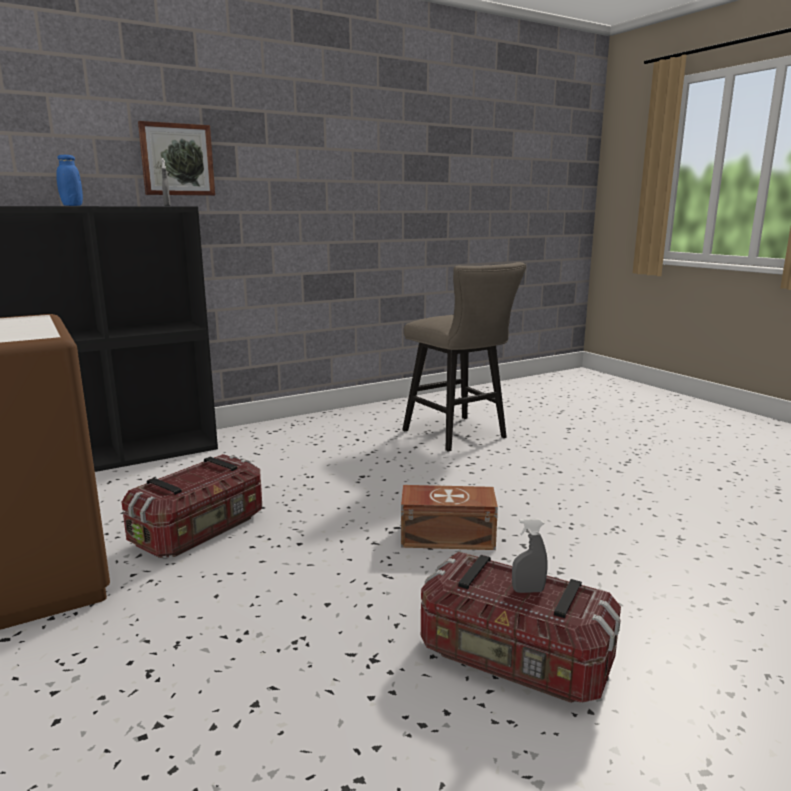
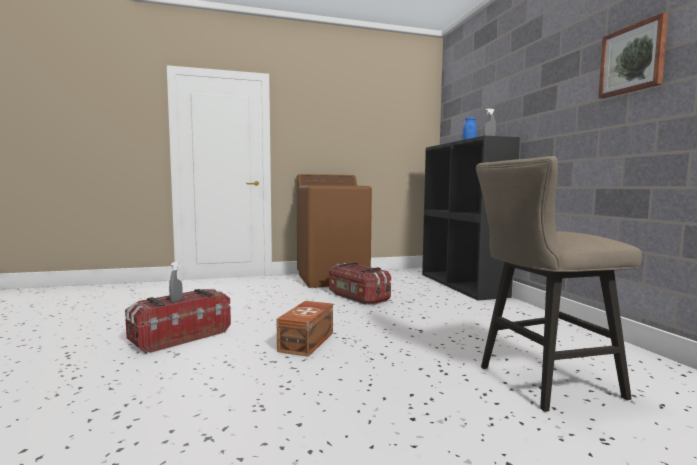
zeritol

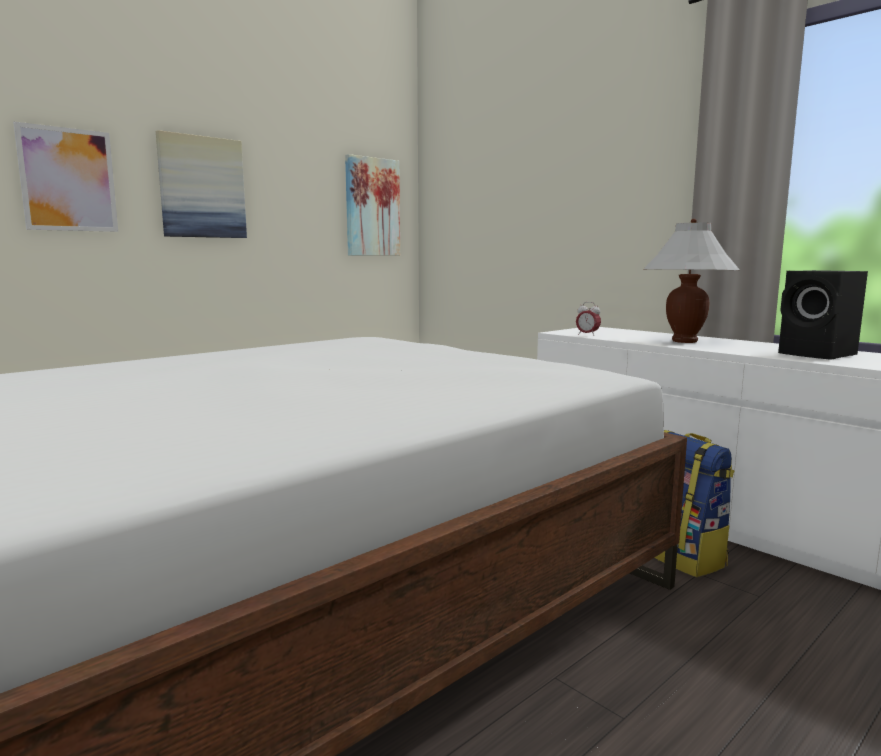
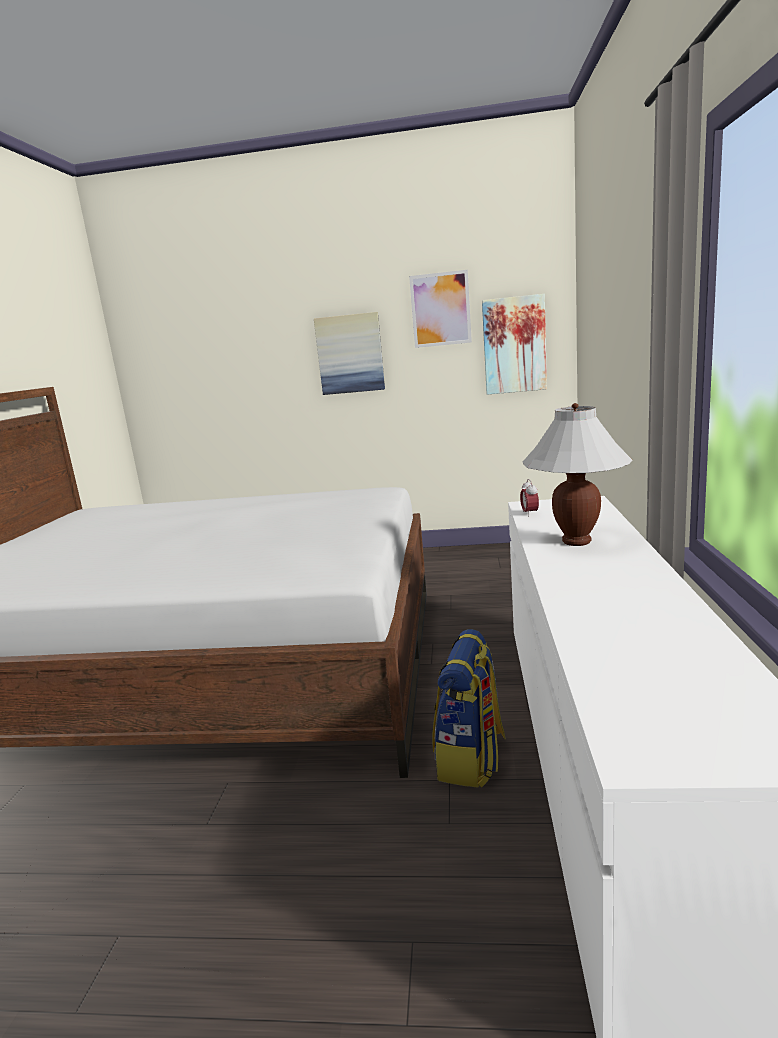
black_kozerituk; zeritol (no. 2 from left)

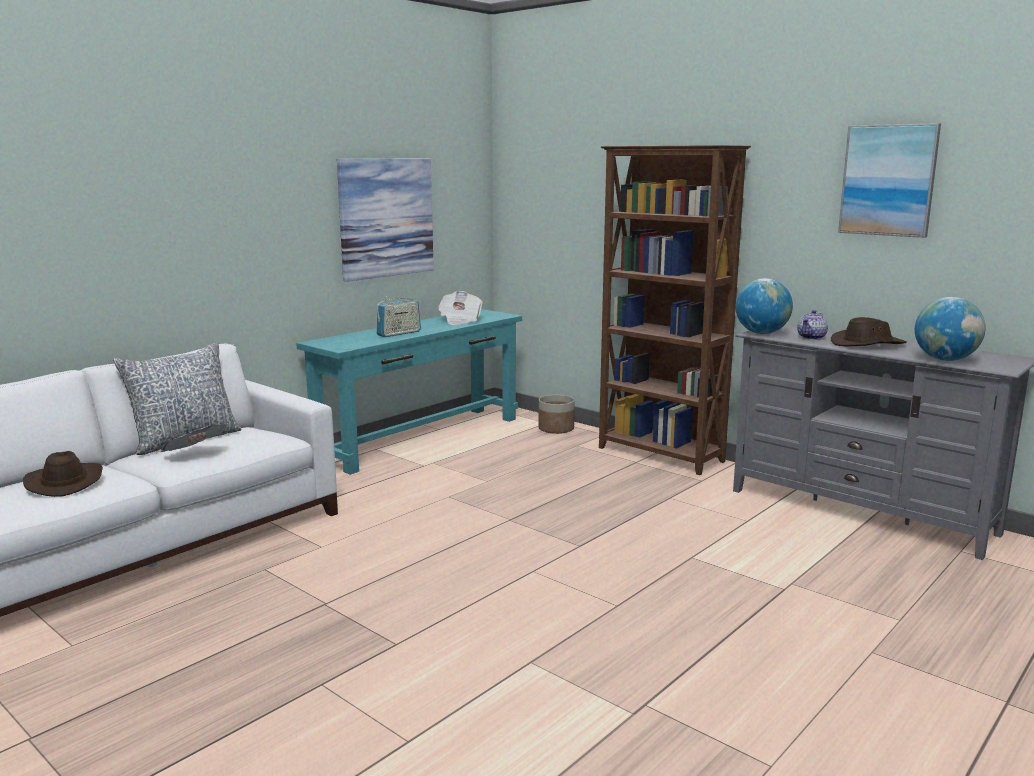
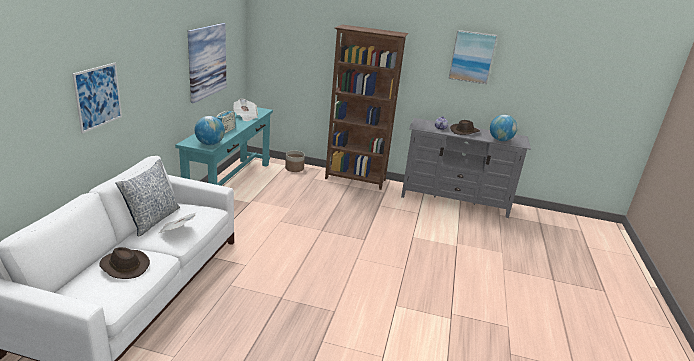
zeritol (no. 1 from left); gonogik (no. 1 from left)

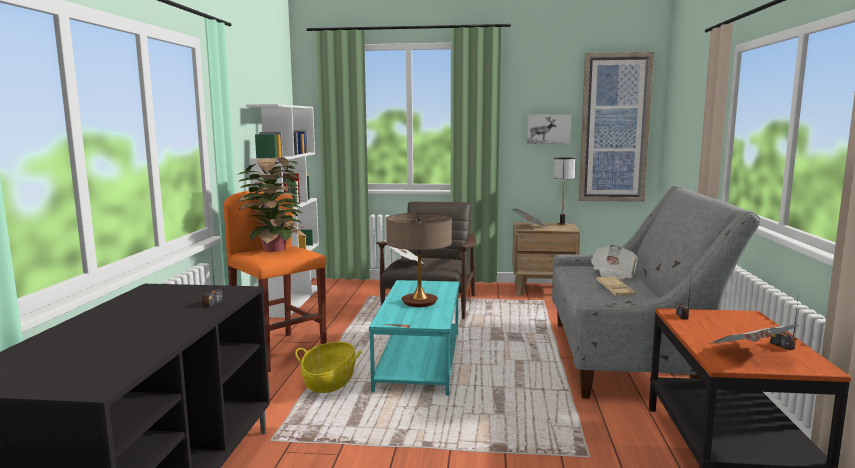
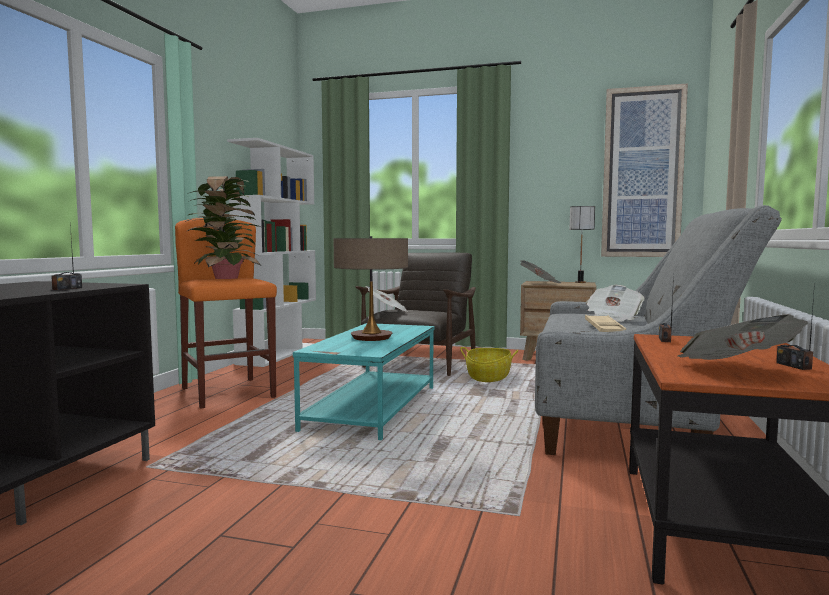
zeritol (no. 1 from left in the first image); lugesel

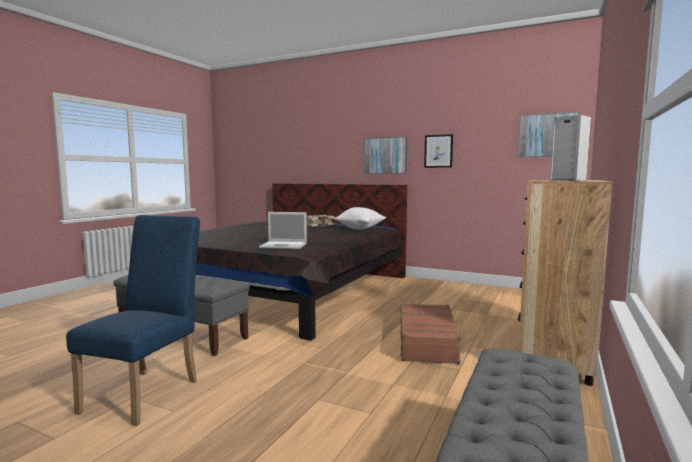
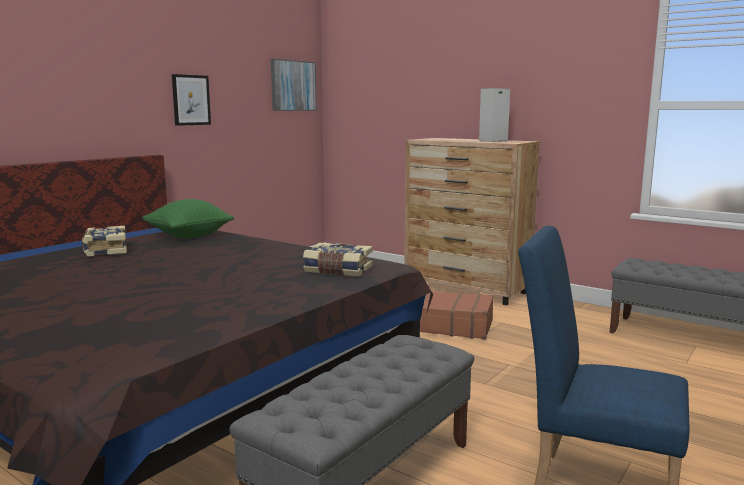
zeritol (no. 1 from left in the first image); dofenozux (no. 2 from left); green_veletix

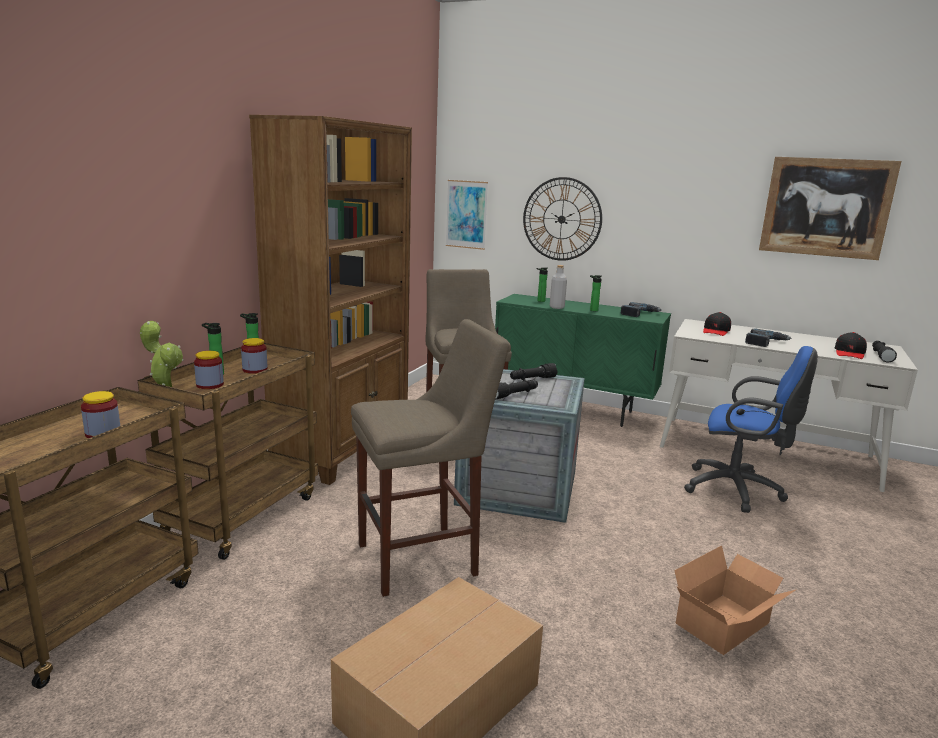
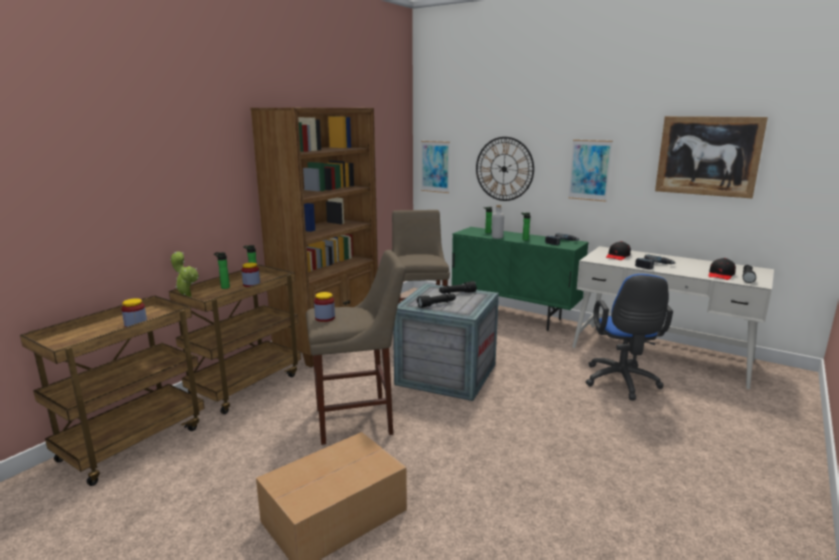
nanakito (no. 2 from left in the first image); zeritol (no. 2 from left); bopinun (no. 3 from left); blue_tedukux

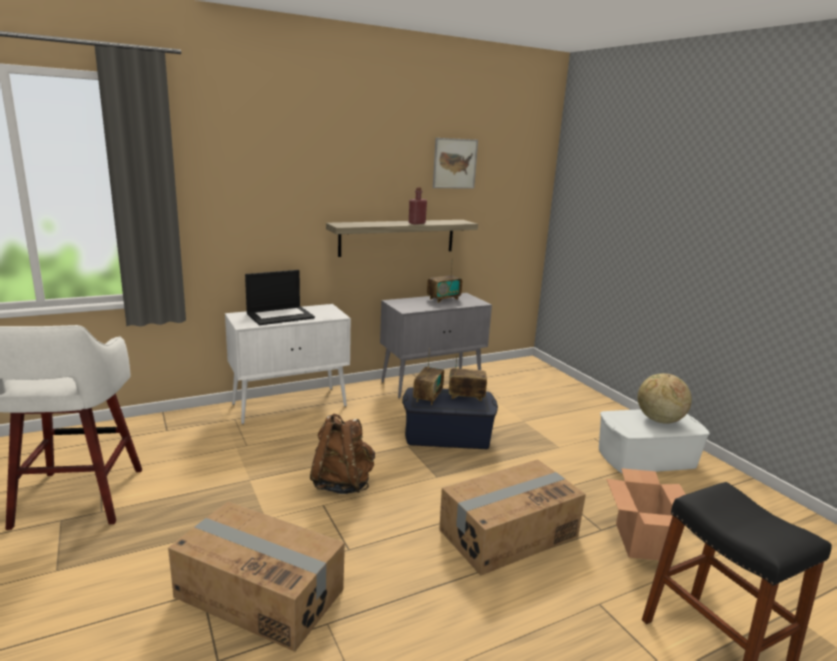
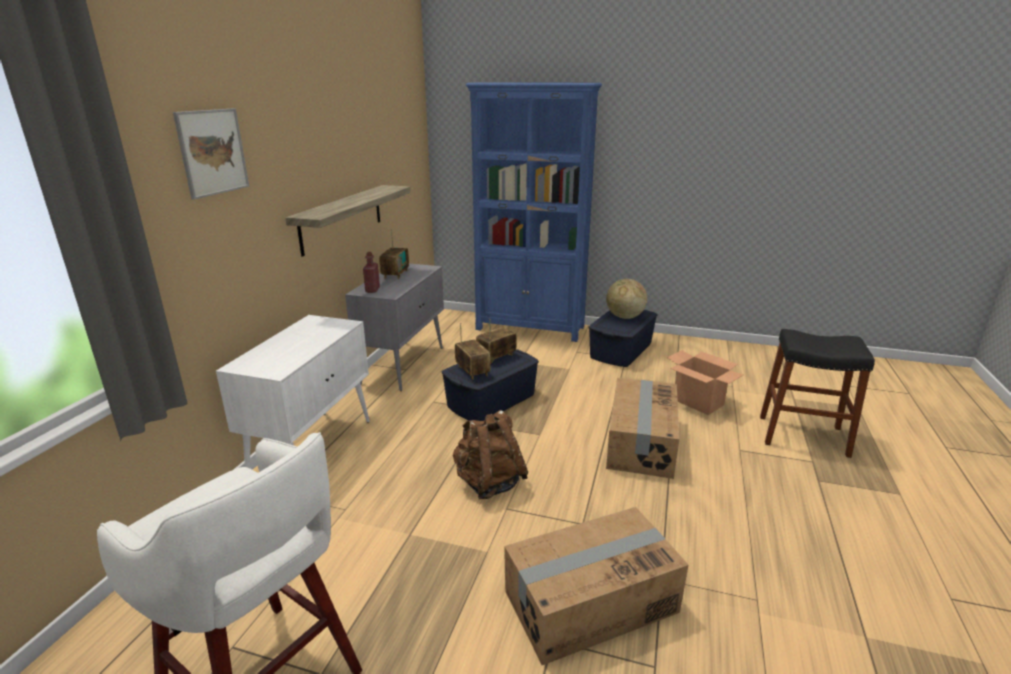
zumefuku; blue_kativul; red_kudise; zeritol; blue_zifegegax (no. 2 from left)

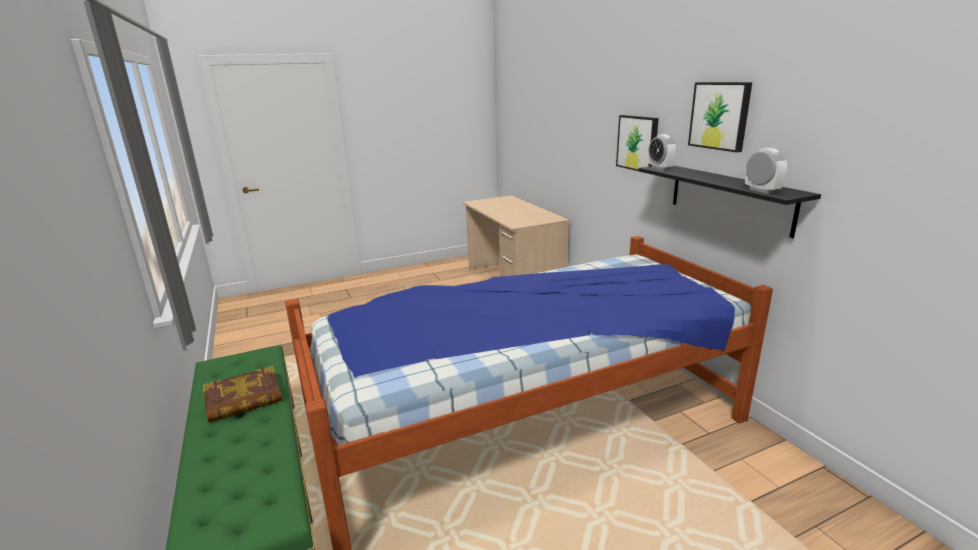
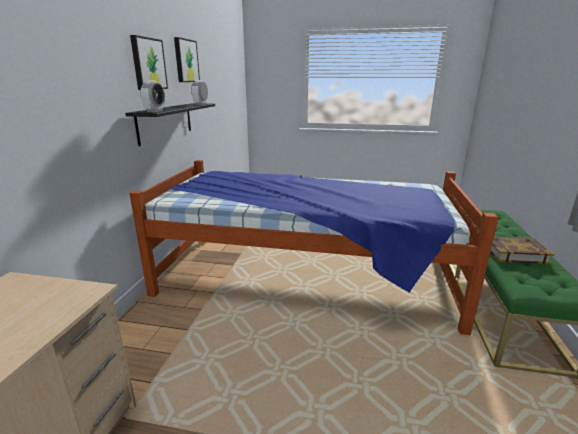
zeritol (no. 2 from left)

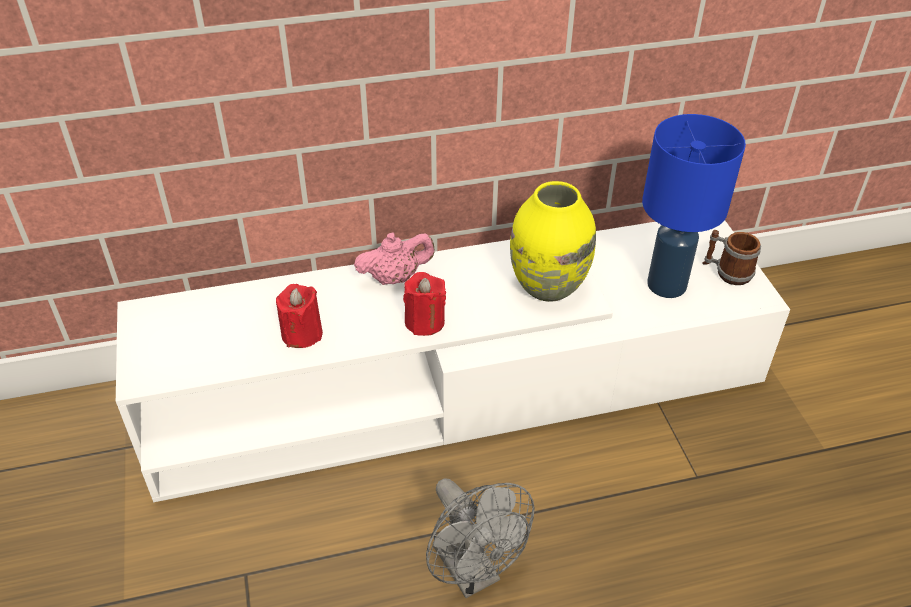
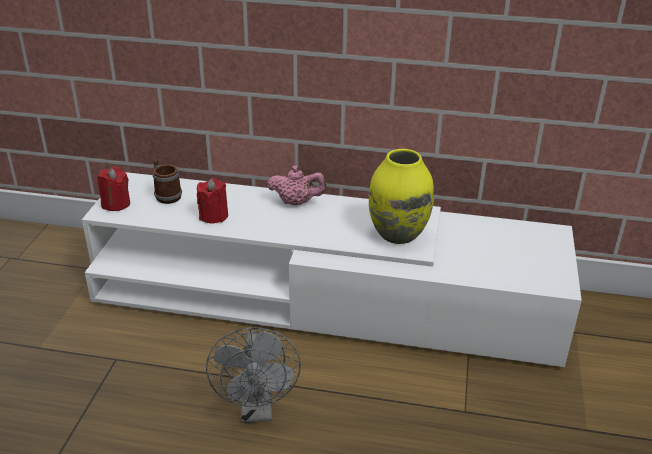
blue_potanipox; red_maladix (no. 1 from left); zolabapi

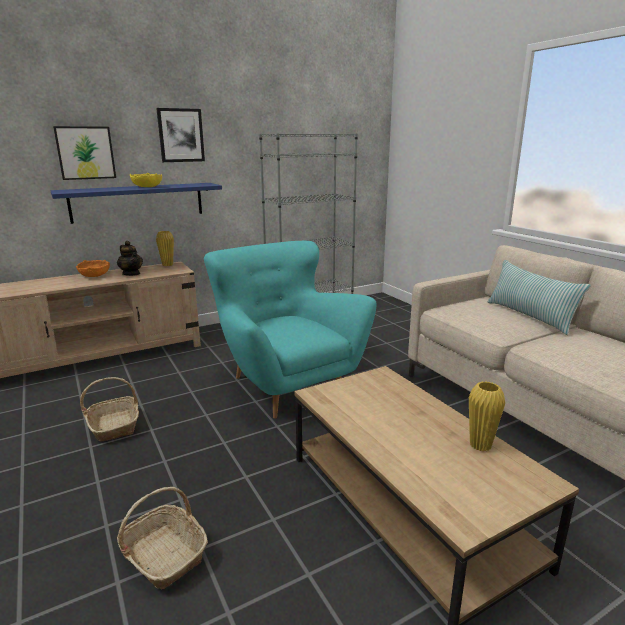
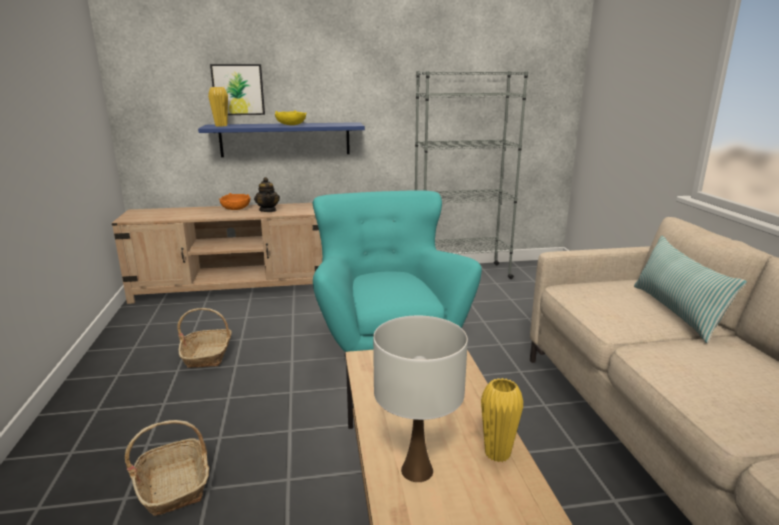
zeritol (no. 2 from left in the first image); white_potanipox; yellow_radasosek (no. 1 from left)

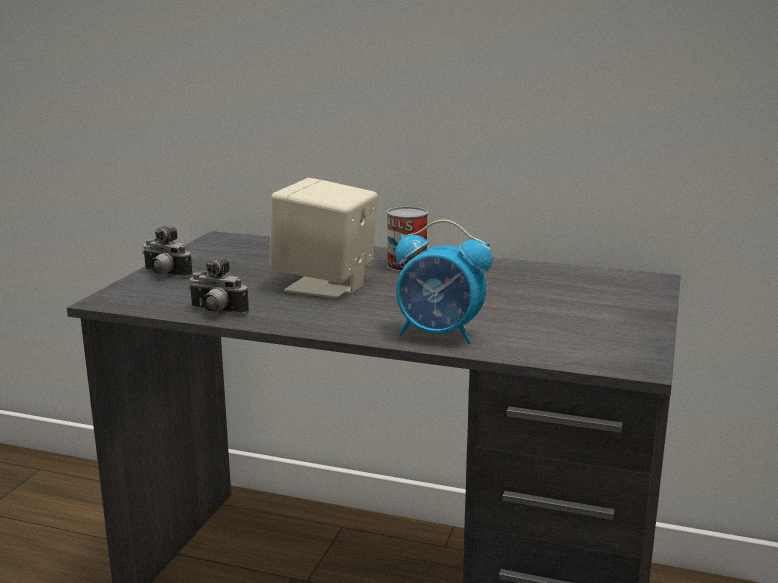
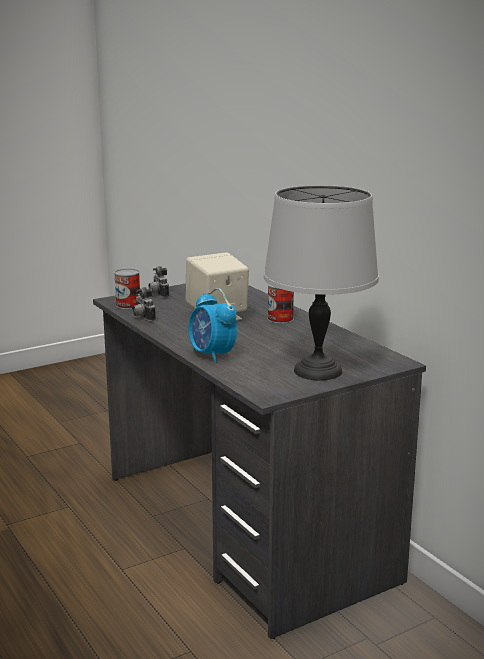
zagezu (no. 1 from left); grey_potanipox

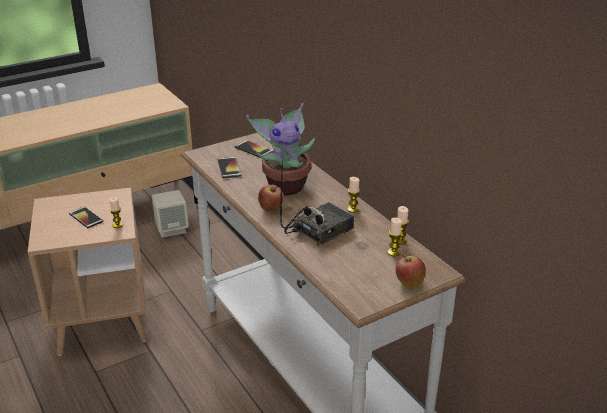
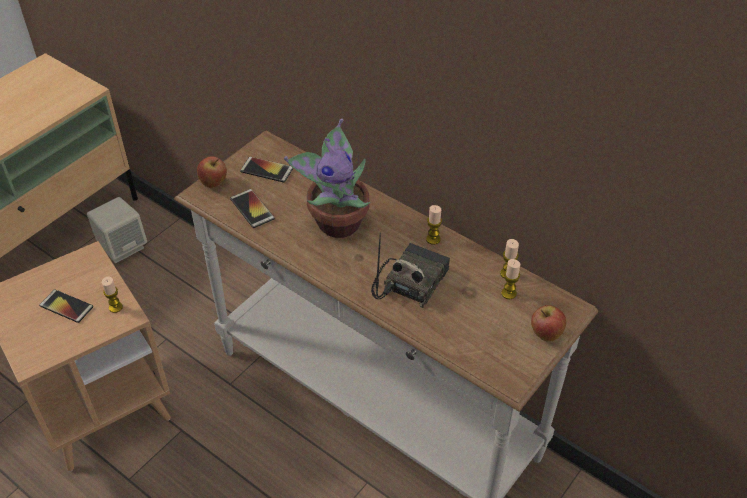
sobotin (no. 1 from left)

